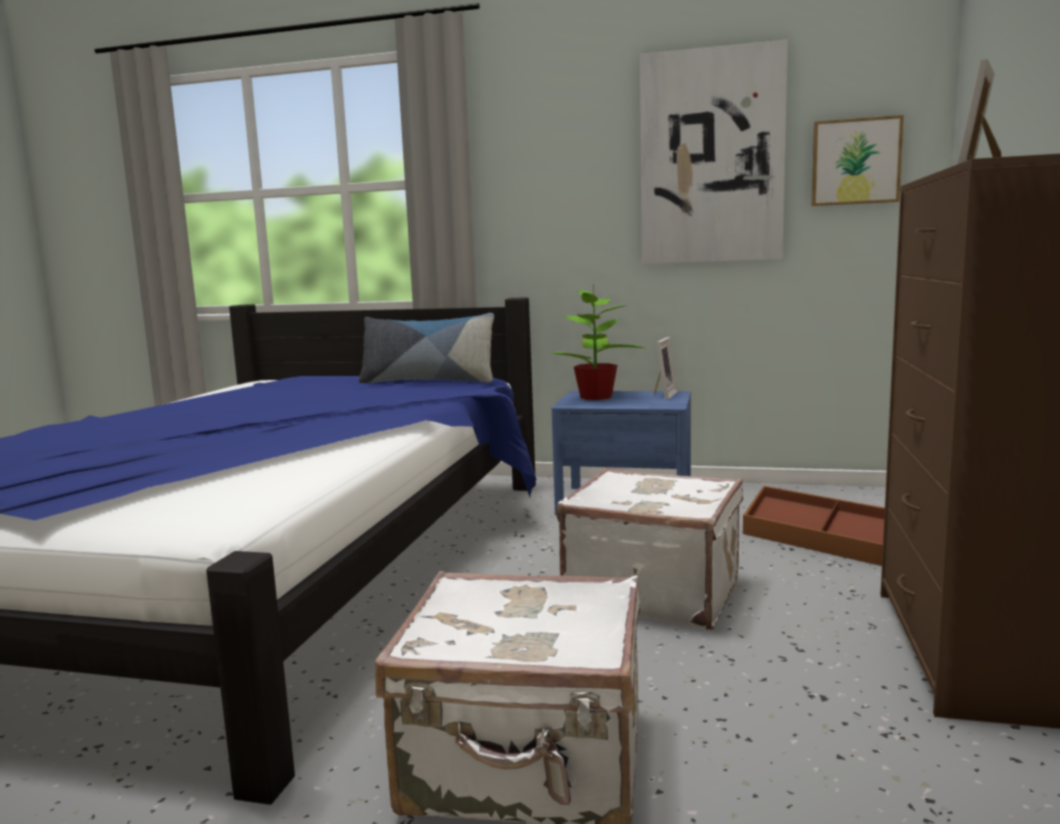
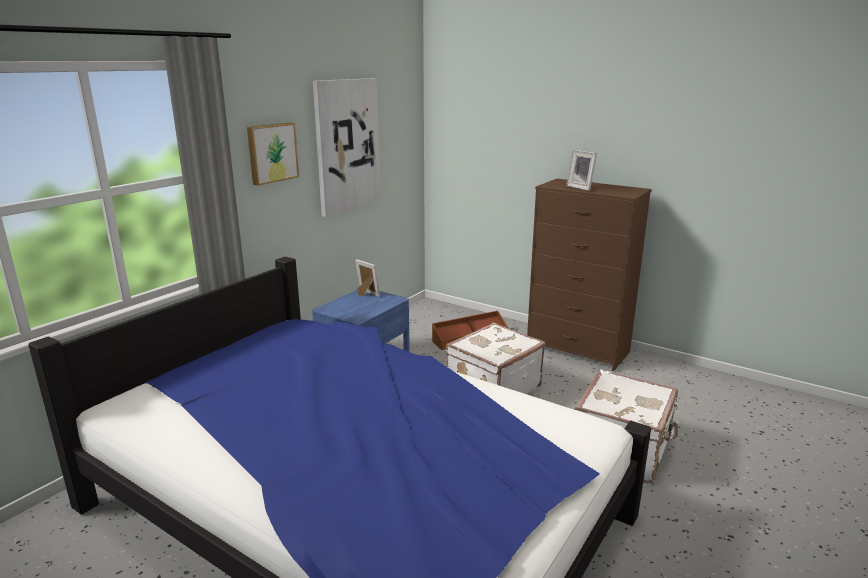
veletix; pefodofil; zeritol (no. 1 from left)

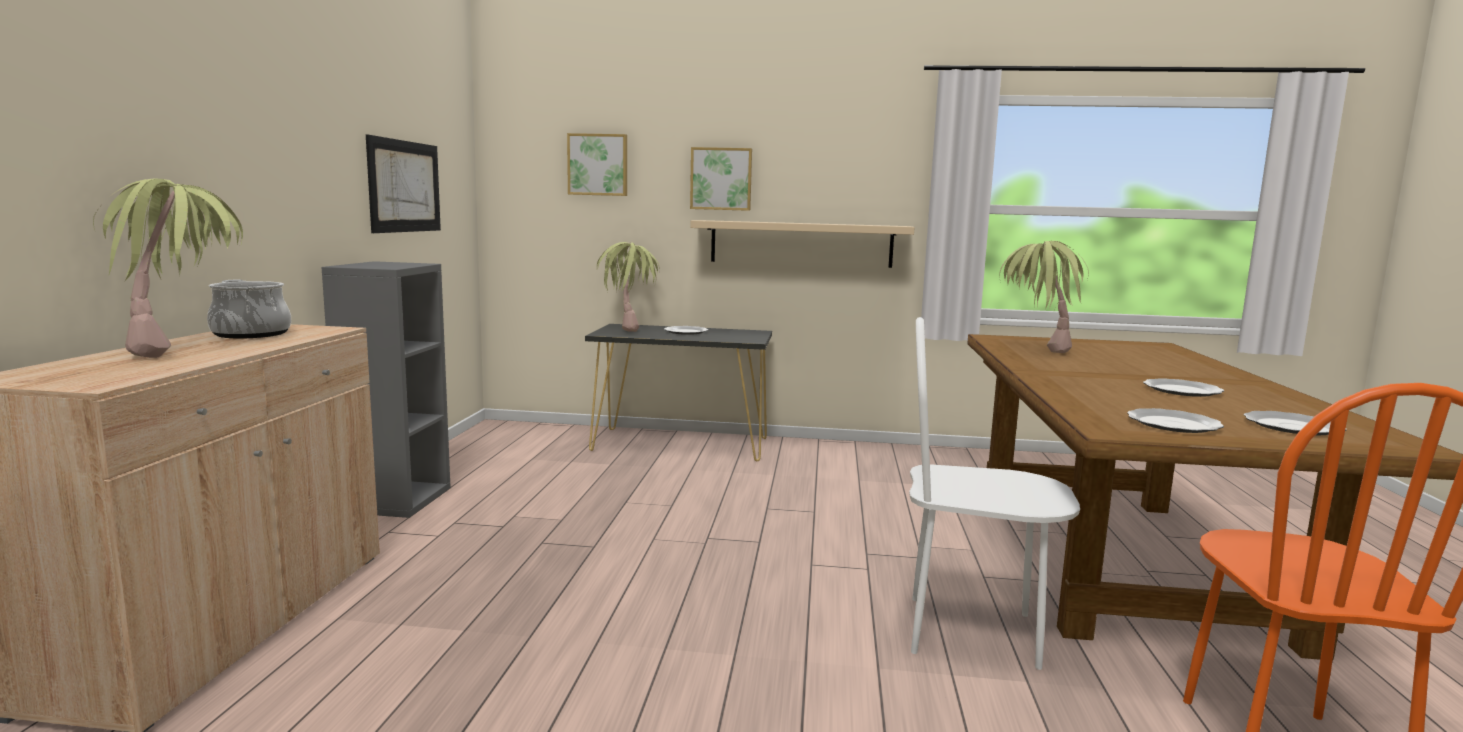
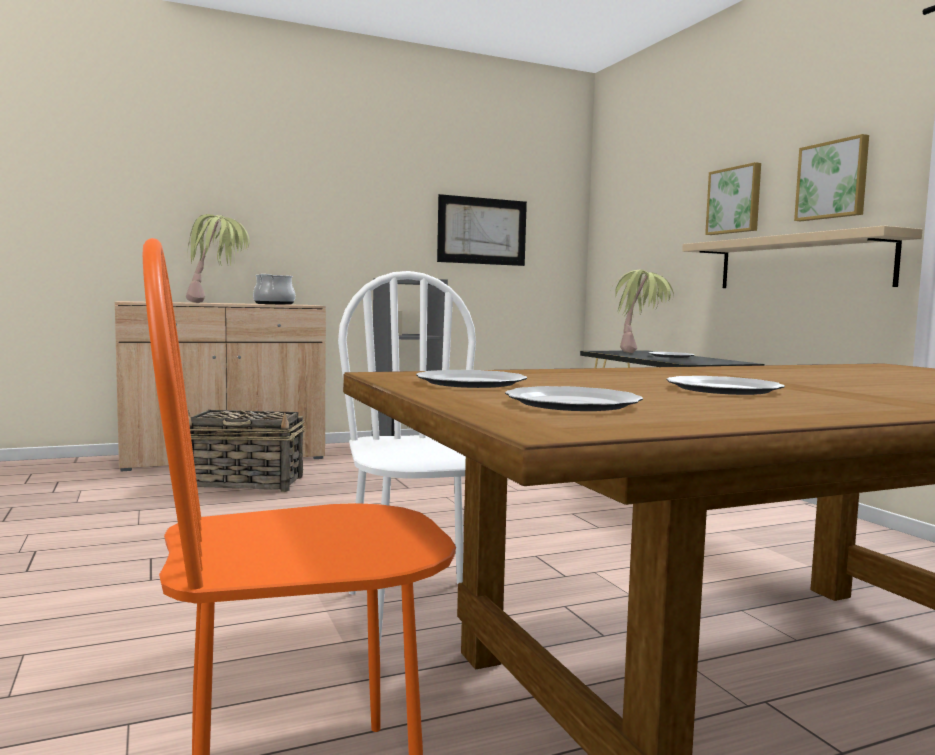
pefodofil (no. 3 from left in the first image); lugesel; zeritol (no. 3 from left)

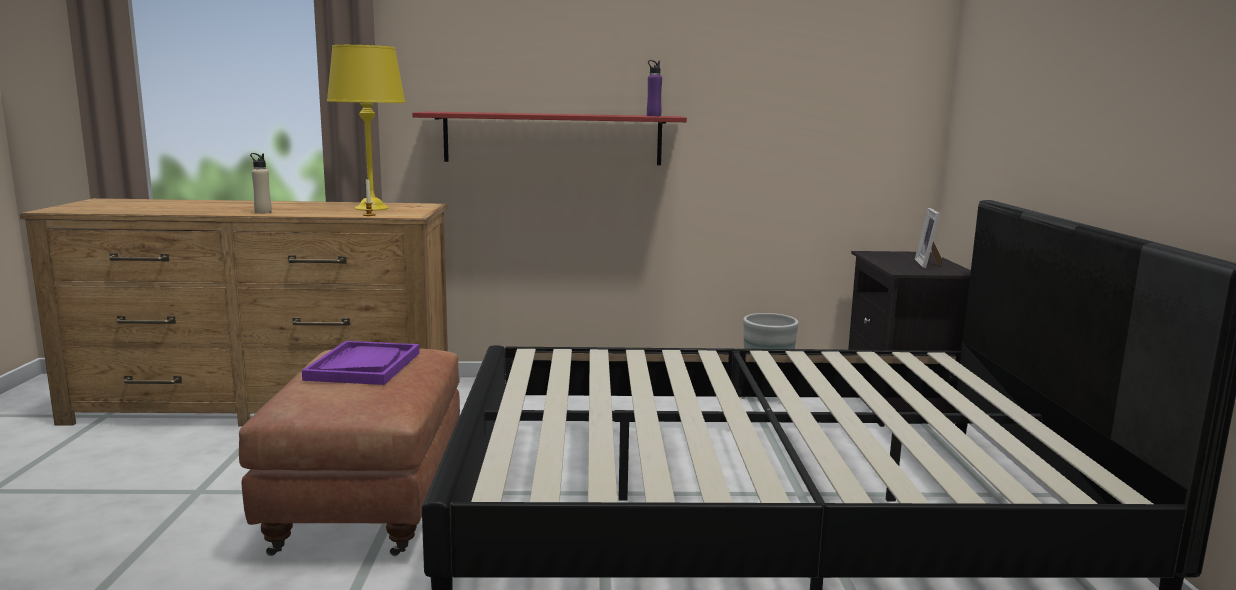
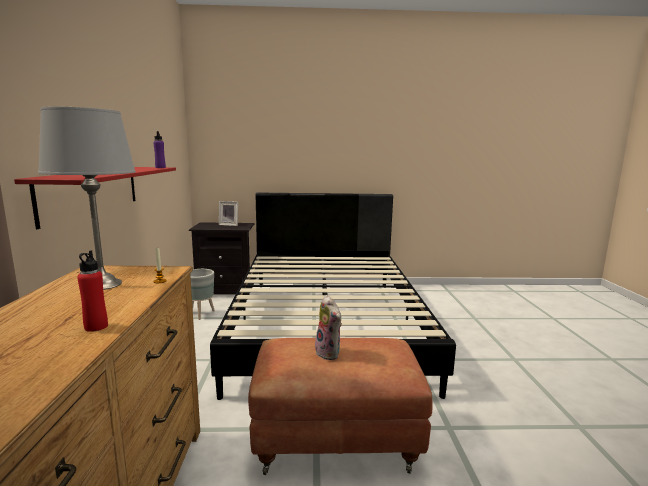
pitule; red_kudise; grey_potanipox

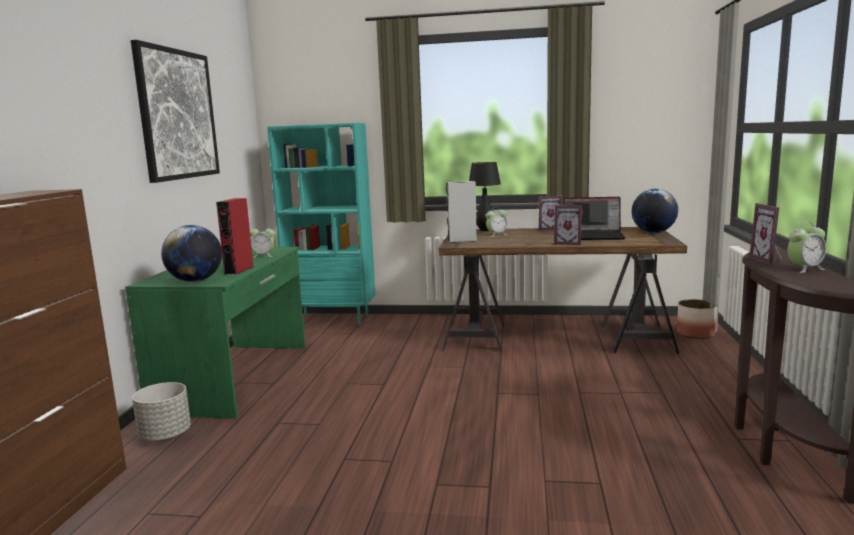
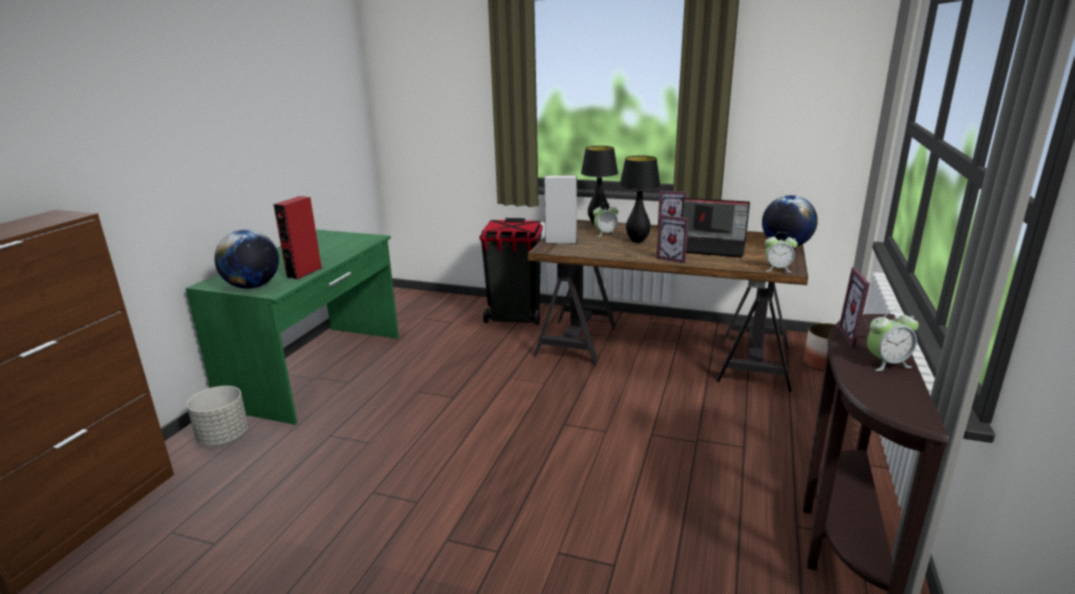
zeritol; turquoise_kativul; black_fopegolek; black_potanipox (no. 2 from left); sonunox (no. 2 from left)

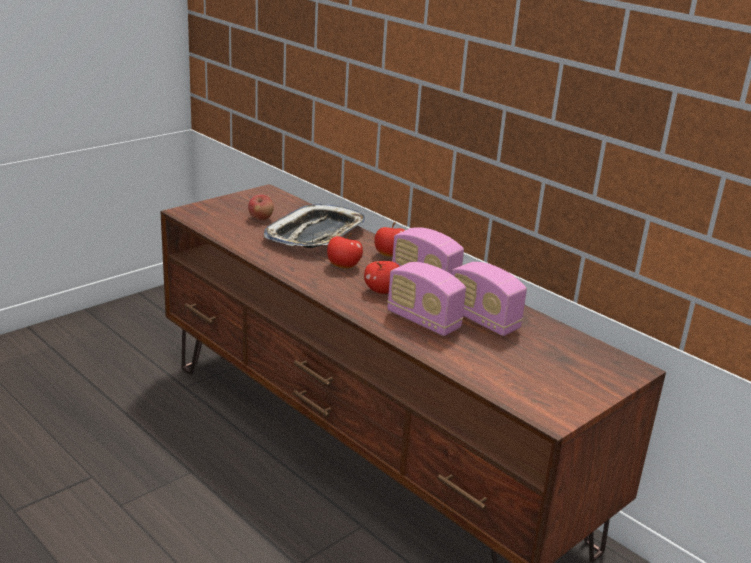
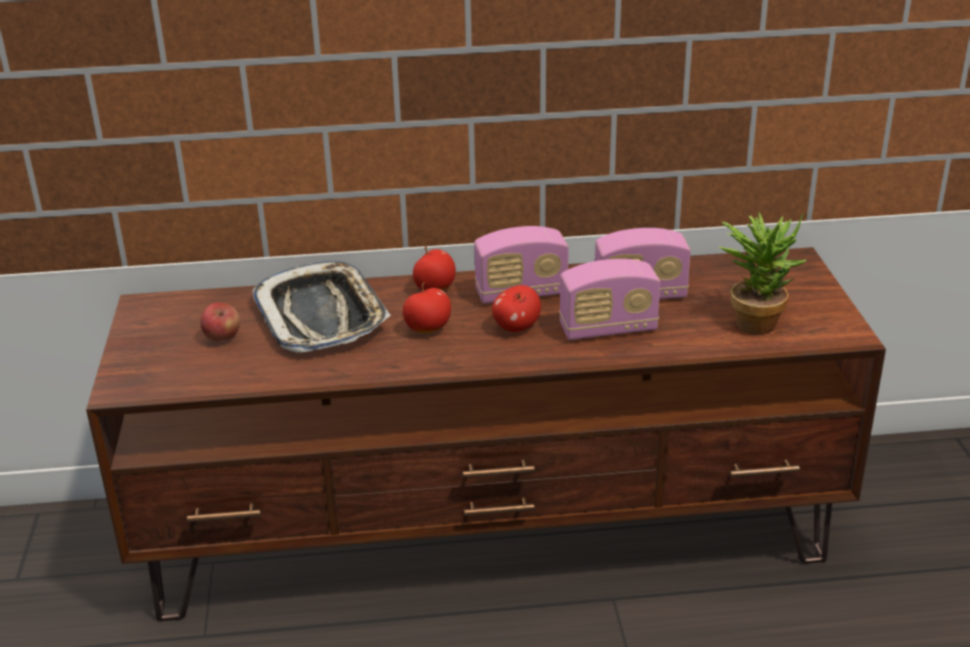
pefodofil

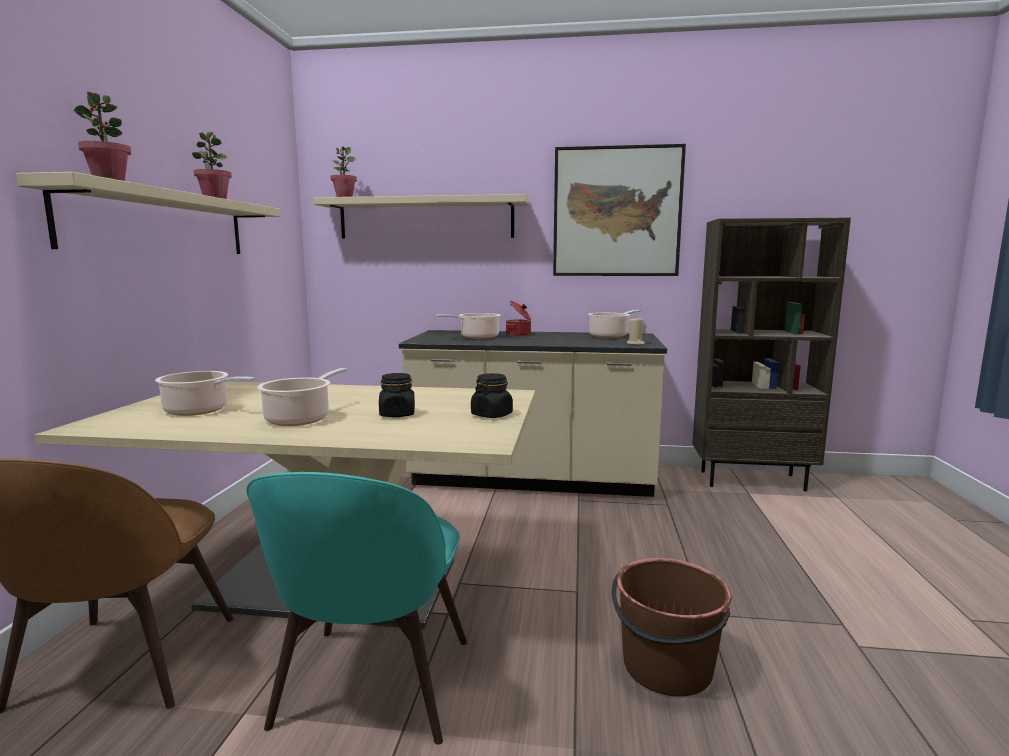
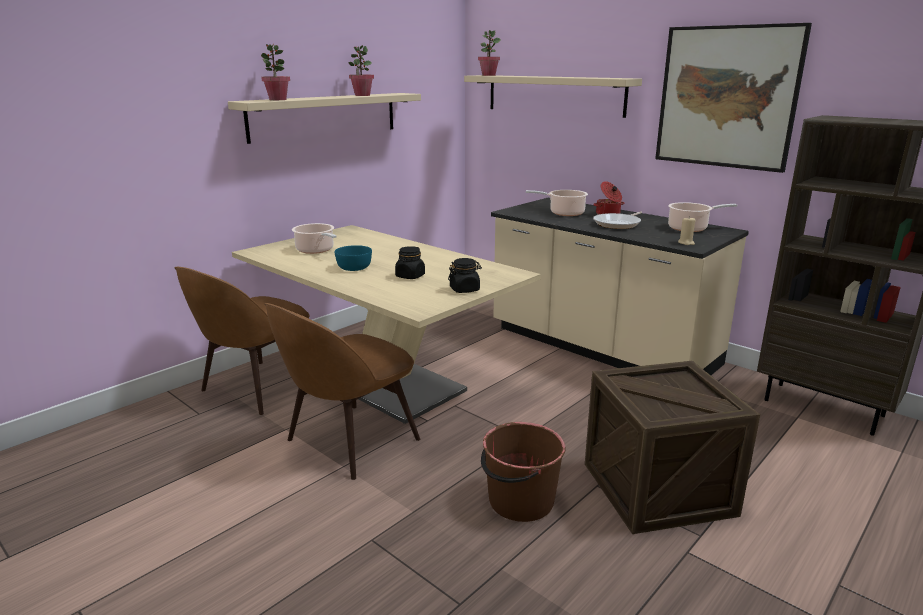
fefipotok; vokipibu; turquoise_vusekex; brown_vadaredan (no. 2 from left)

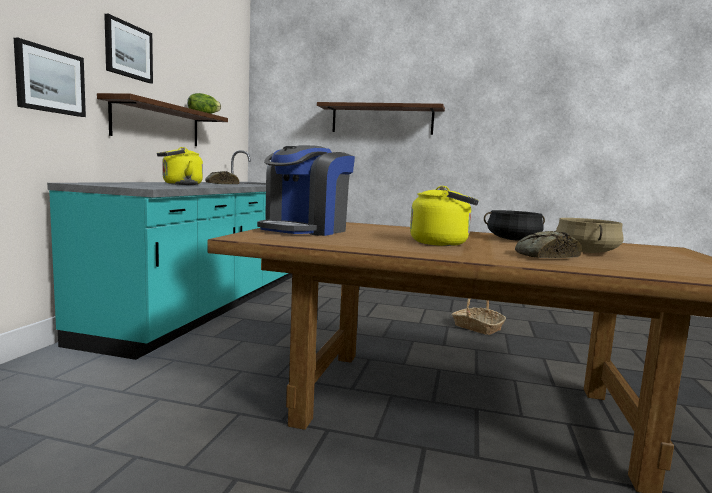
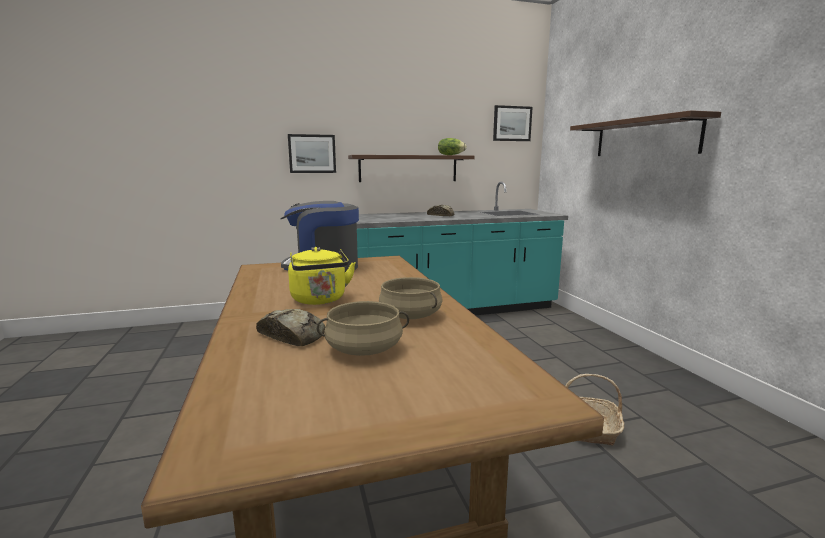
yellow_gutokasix (no. 1 from left in the first image); zeritol (no. 2 from left); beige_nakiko (no. 2 from left)

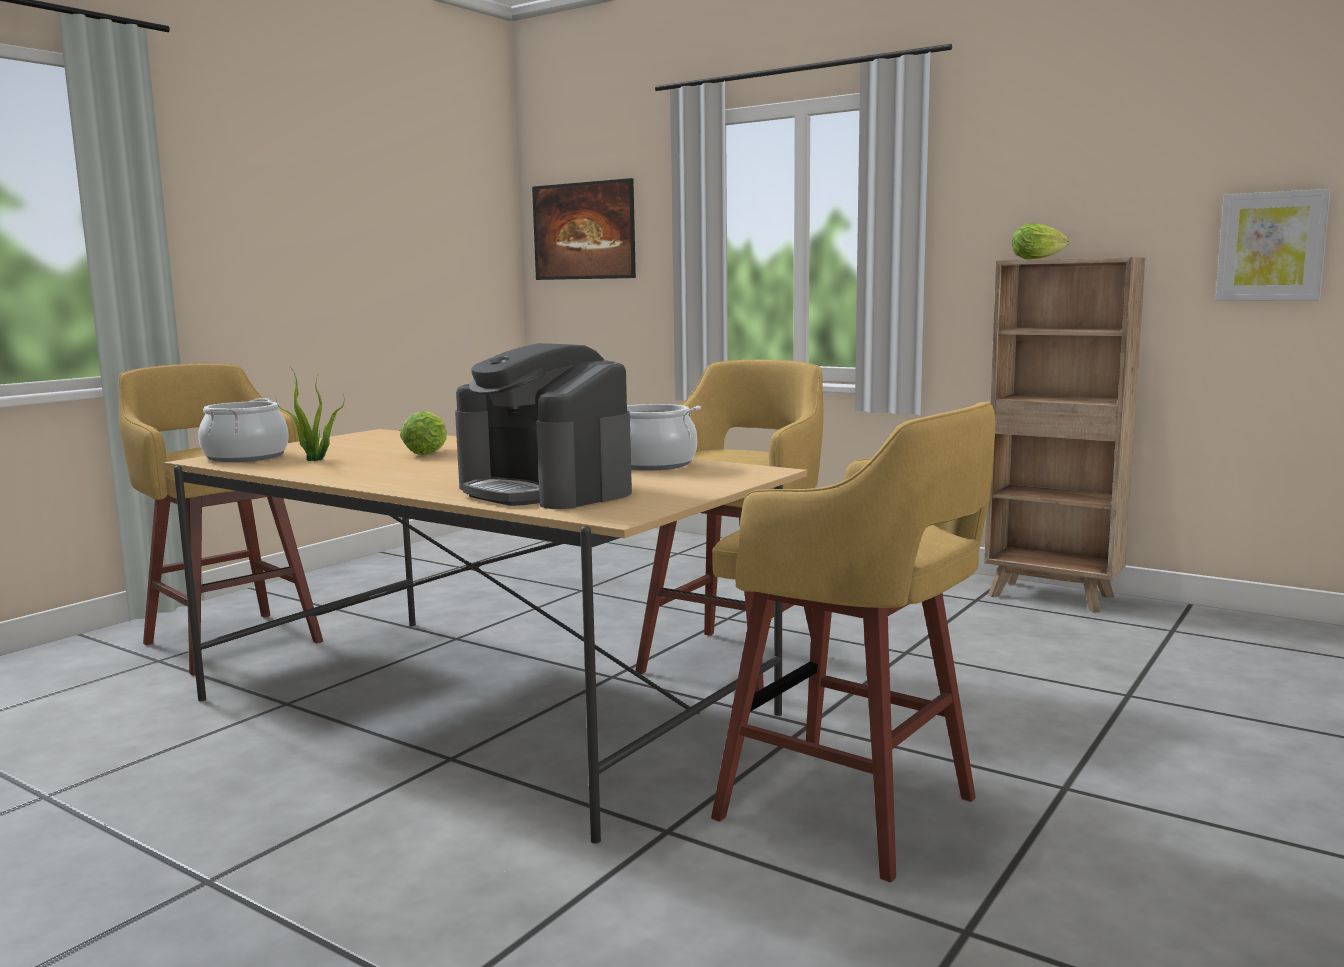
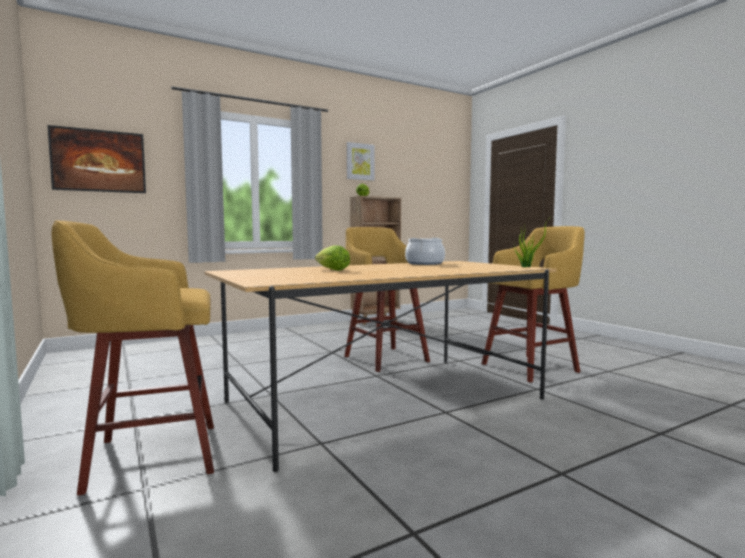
nakiko (no. 1 from left in the first image); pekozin; pefodofil; zeritol (no. 2 from left)

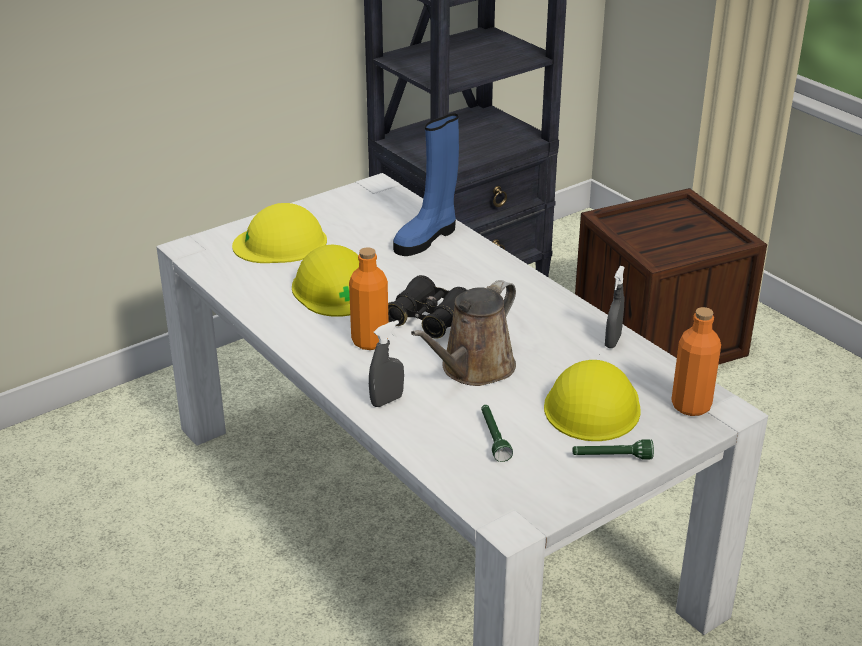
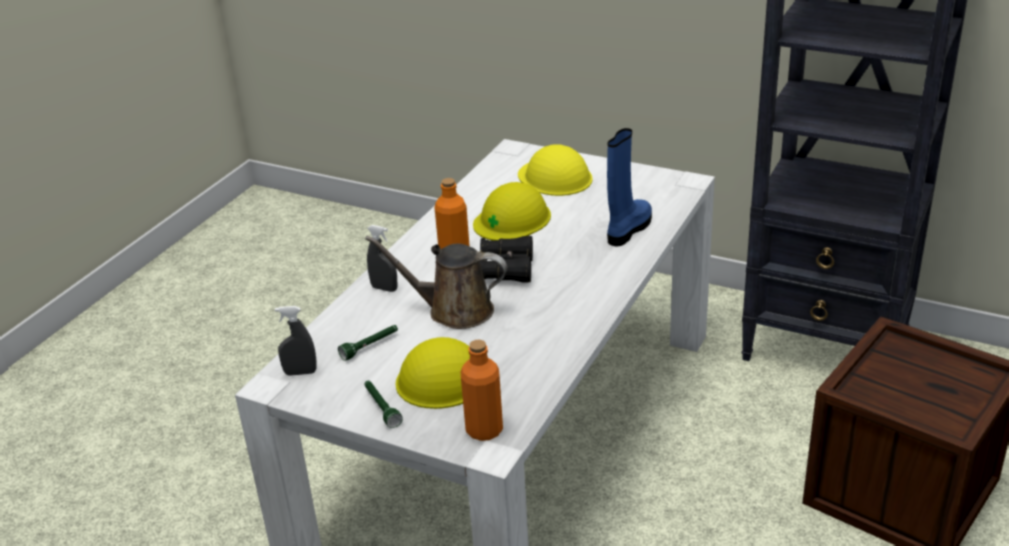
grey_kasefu (no. 1 from left); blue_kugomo

